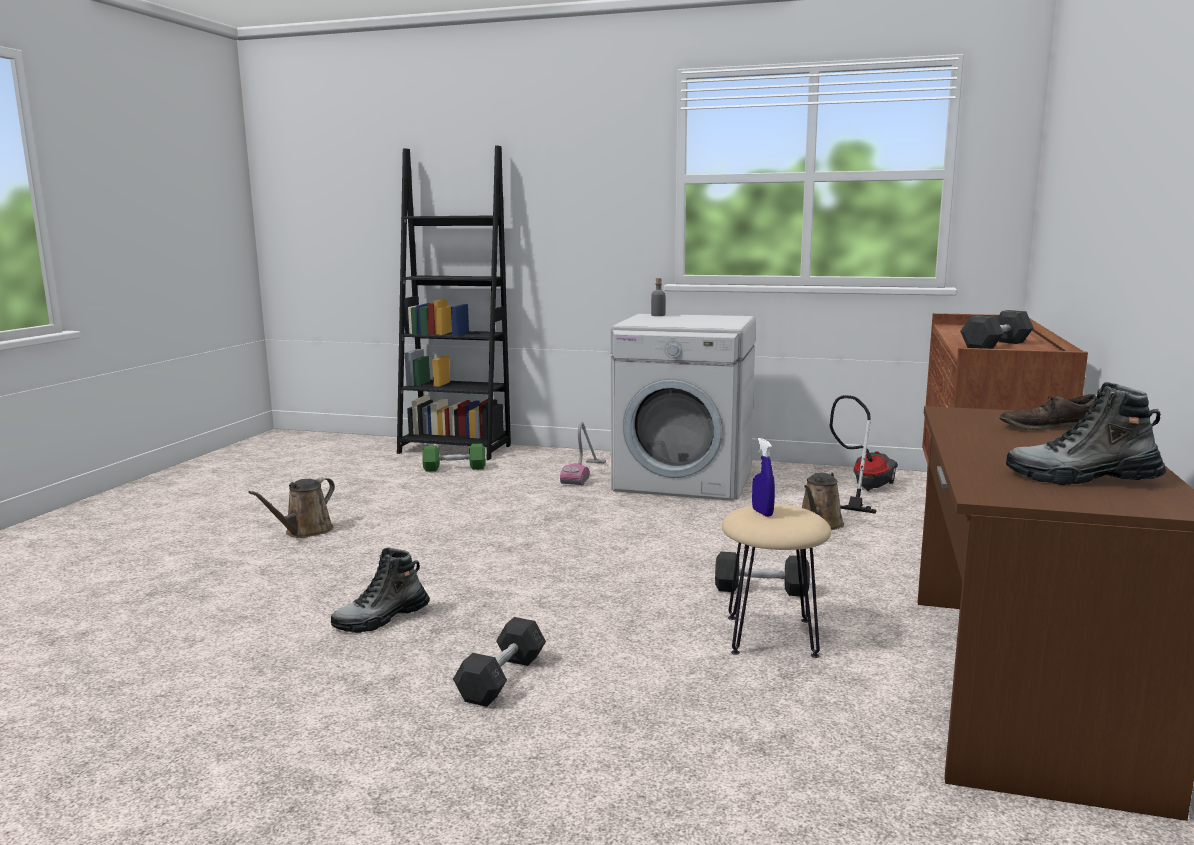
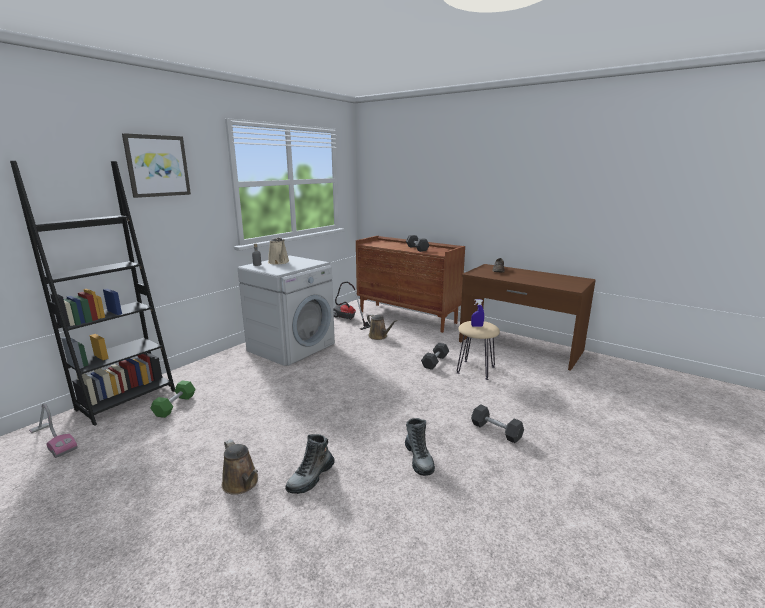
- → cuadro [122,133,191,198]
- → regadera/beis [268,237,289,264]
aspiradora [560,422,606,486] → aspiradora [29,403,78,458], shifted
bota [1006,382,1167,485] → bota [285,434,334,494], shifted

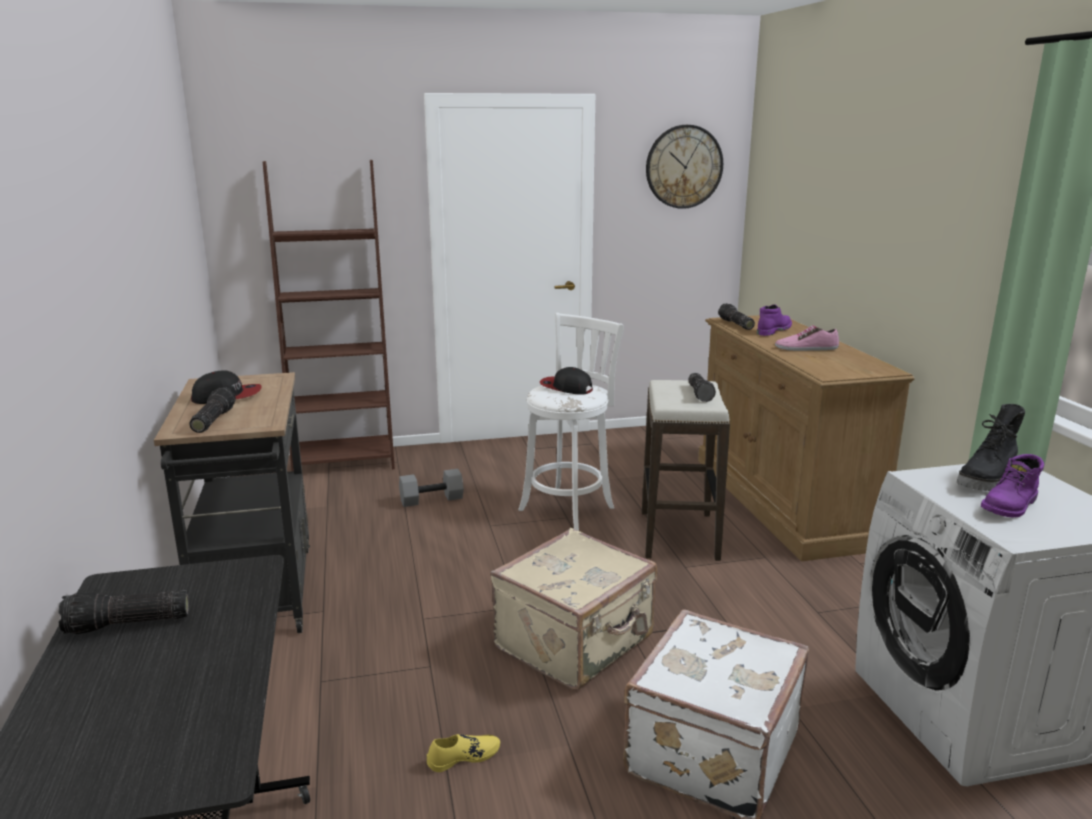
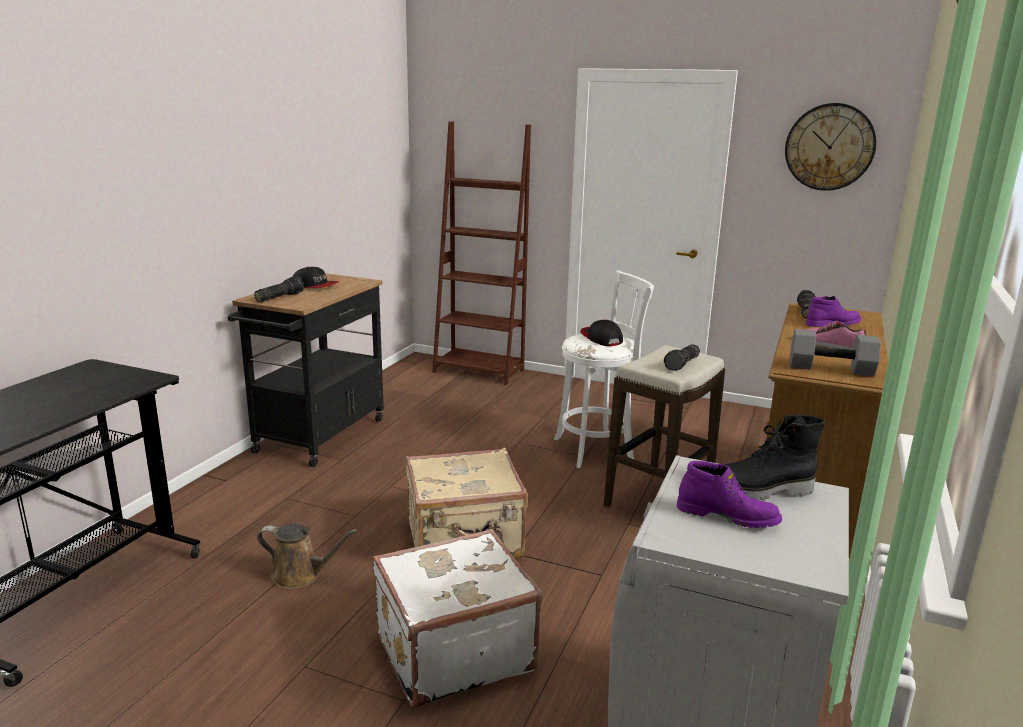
linterna [58,590,189,634] → -
mancuerna/gris [399,469,464,507] → mancuerna/gris [790,329,881,376], shifted
zapato/amarillo [427,734,500,772] → regadera/marrón [257,524,358,589]
bota/morado [981,454,1044,518] → bota/morado [677,461,782,528], 150 degrees counterclockwise

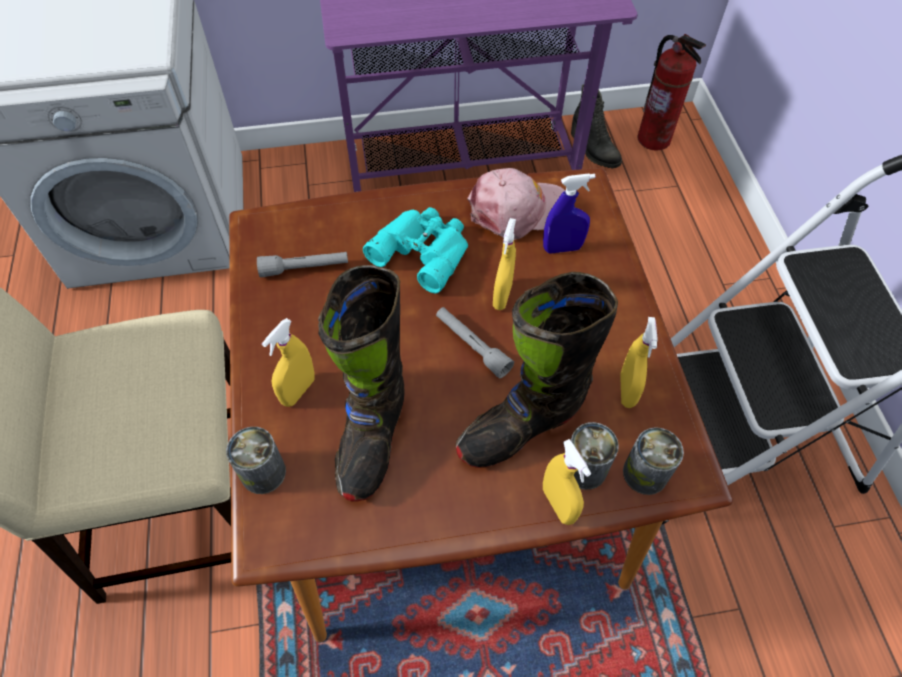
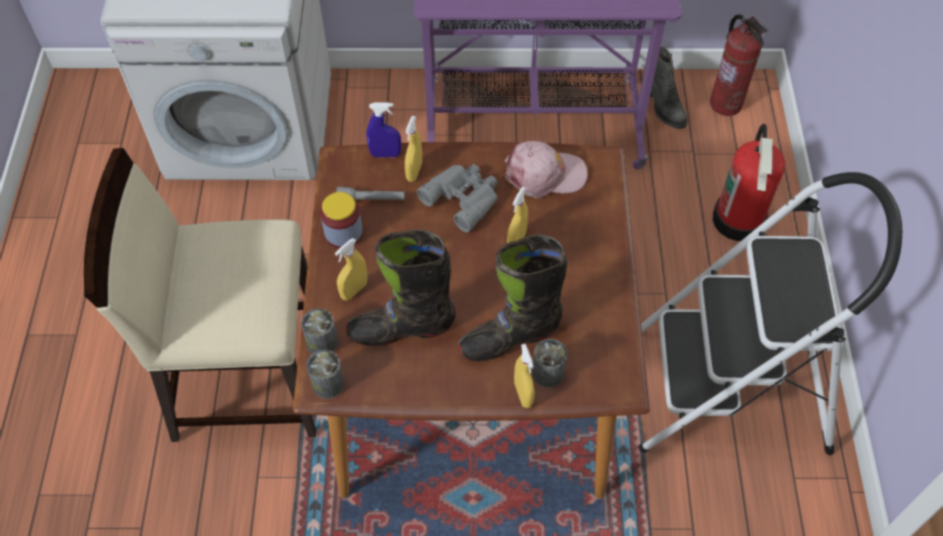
linterna/gris [436,307,514,378] → -
- → tarro [320,192,363,249]
- → extintor [712,124,785,241]
pulverizador/azul [543,173,595,254] → pulverizador/azul [366,103,401,157], shifted
pulverizador/amarillo [620,317,658,408] → pulverizador/amarillo [405,116,422,182], shifted
lata [623,427,684,495] → lata [307,350,344,399], shifted
prismáticos/turquesa [363,207,468,293] → prismáticos/gris [417,164,498,232]
bota/negro [318,265,405,501] → bota/negro [346,229,456,346], 60 degrees clockwise

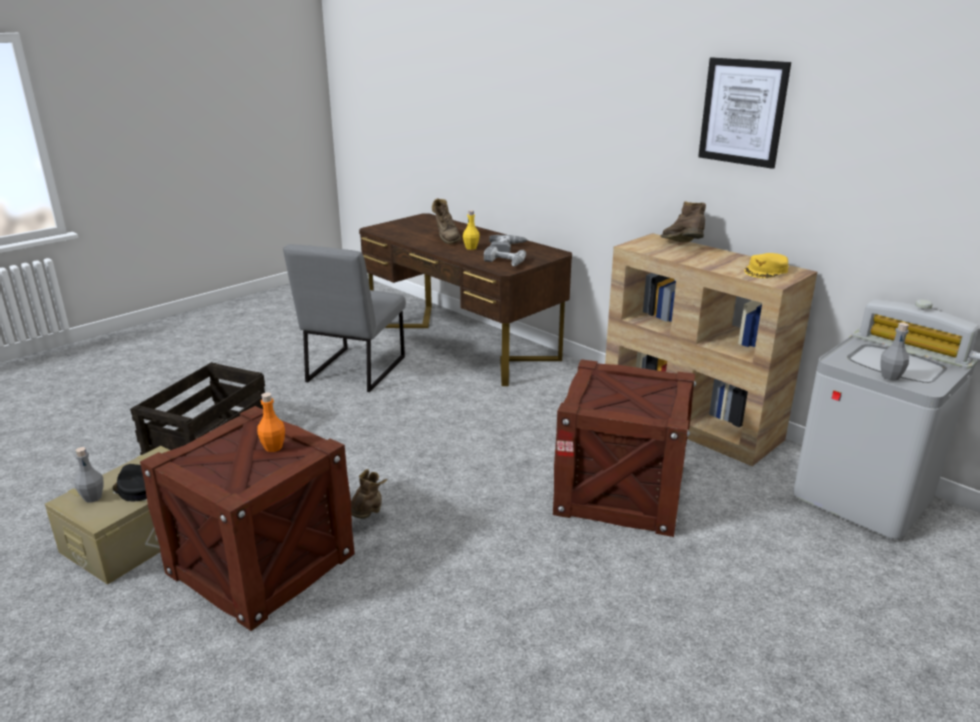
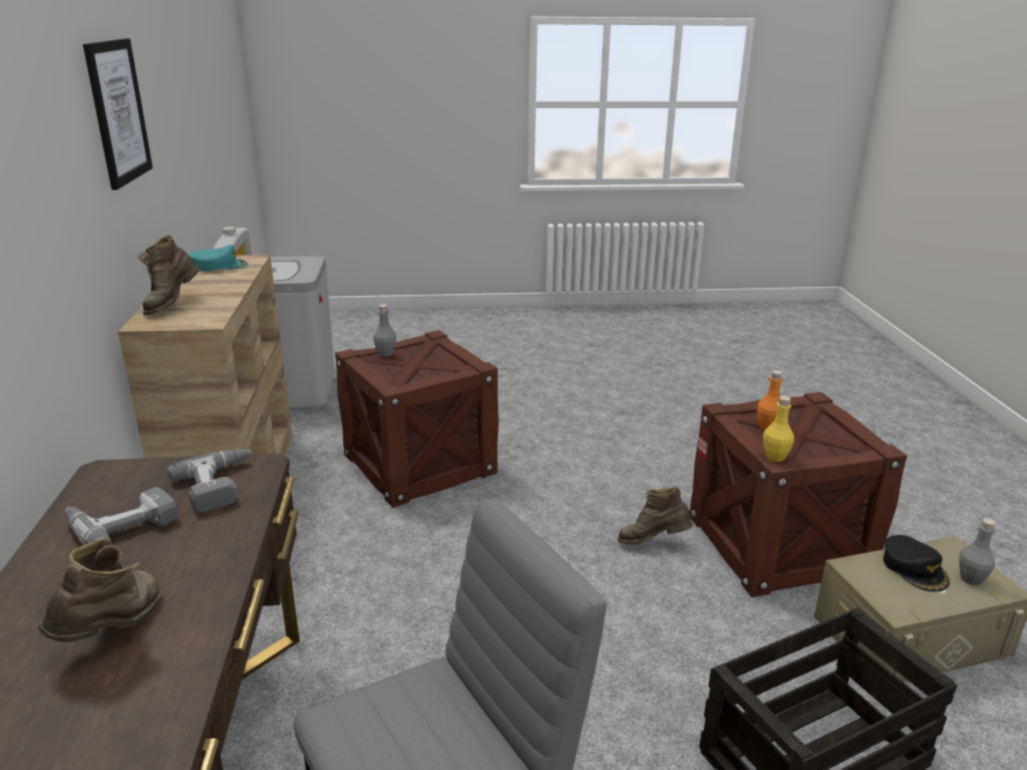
botella/amarillo [463,210,480,250] → botella/amarillo [763,396,794,462], shifted
botella/gris [880,322,909,381] → botella/gris [374,304,397,357], shifted
gorra/amarillo [744,253,789,278] → gorra/turquesa [189,245,249,271]
bota/marrón [351,469,387,519] → bota/marrón [617,487,693,545], 45 degrees clockwise

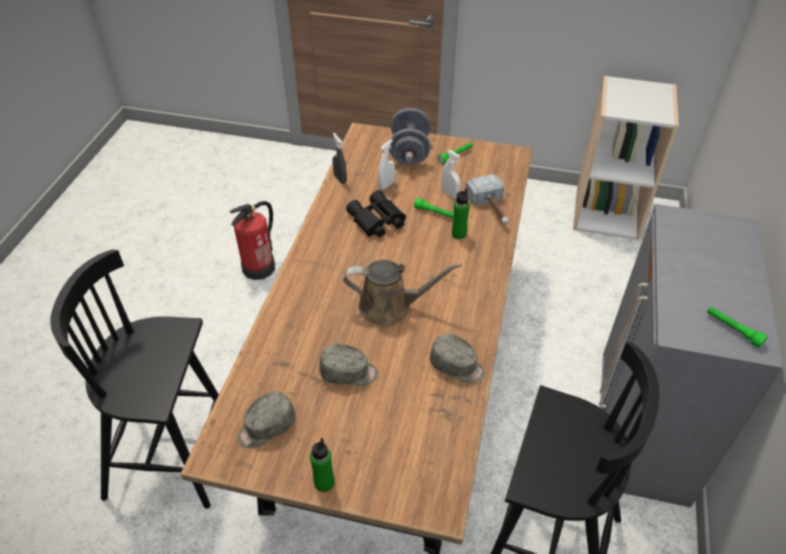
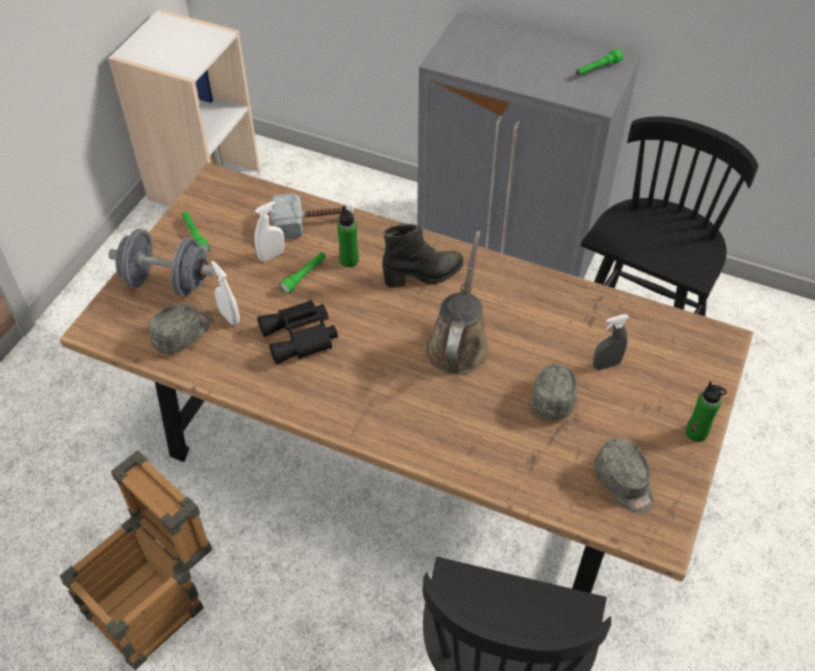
- → bota/negro [382,224,463,288]
pulverizador/gris [333,133,347,184] → pulverizador/gris [593,314,629,370], shifted
gorra/gris [430,334,485,383] → gorra/gris [149,304,211,354], shifted
extintor [229,201,275,280] → caja de embalaje [59,450,212,670]

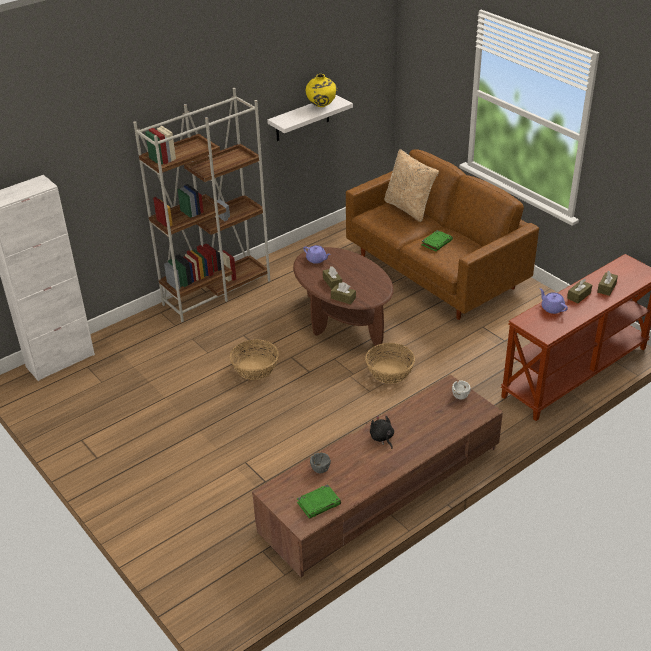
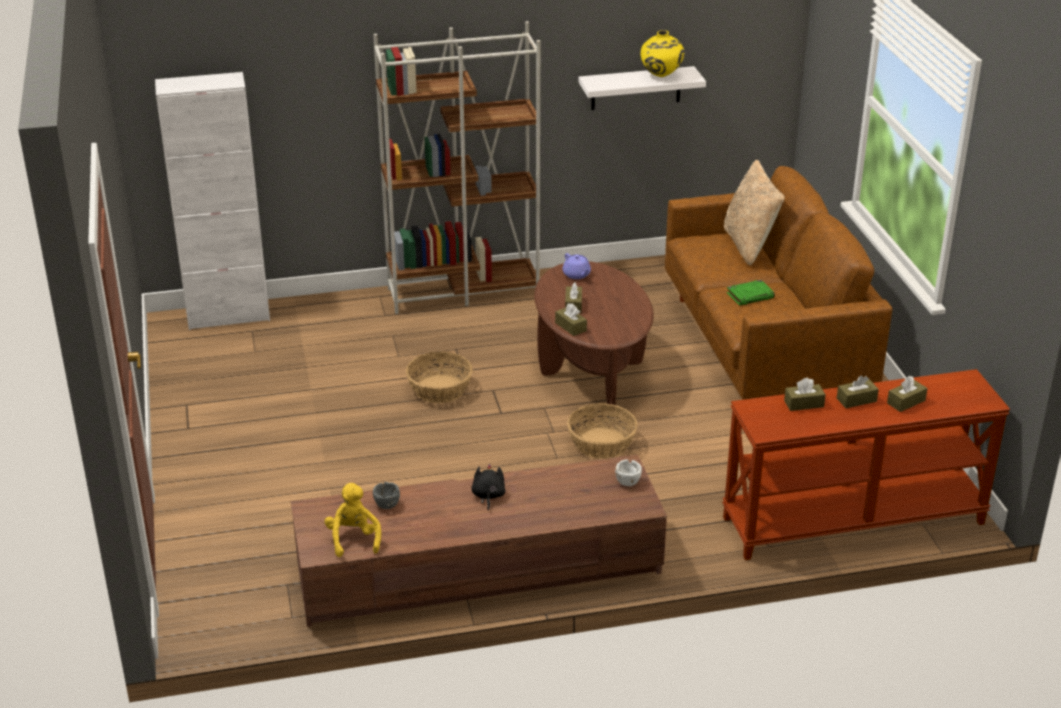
libro/verde [297,484,341,519] → peluche/amarillo [324,483,381,557]
tetera/morado [540,288,568,314] → caja de pañuelos/marrón [784,378,826,411]

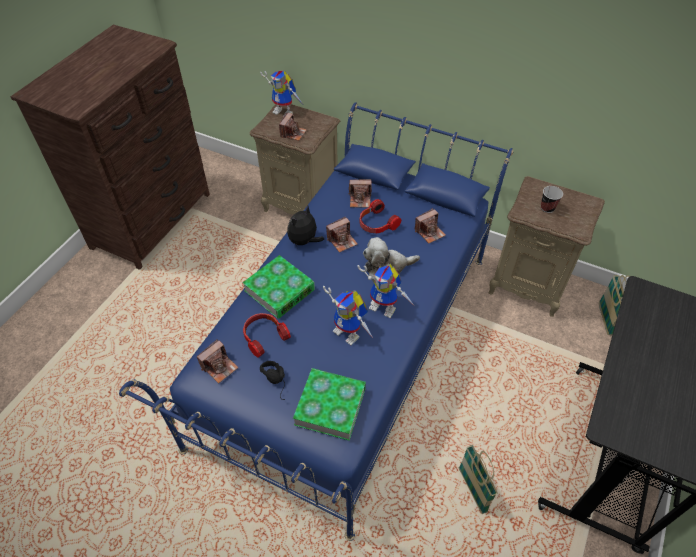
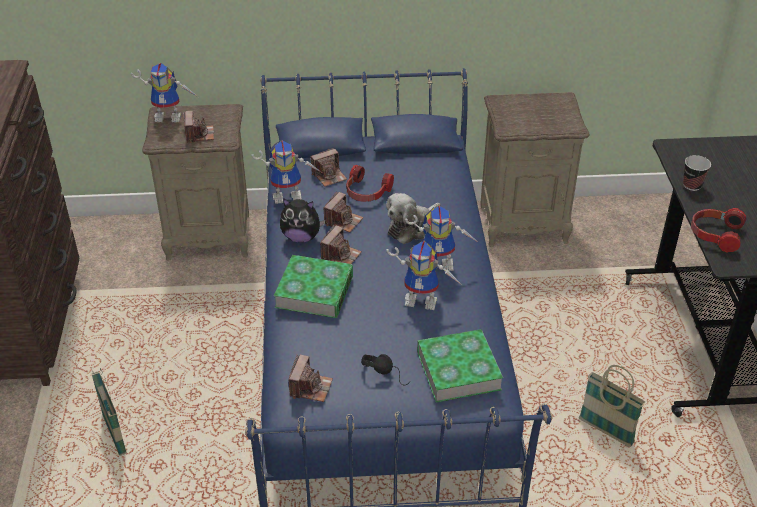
- → robot de juguete [252,141,321,204]
auriculares [243,313,291,358] → auriculares [691,208,746,253], shifted
cámara [415,208,446,243] → cámara [320,225,362,264], shifted
taza [541,186,563,213] → taza [683,155,711,191], shifted
cesta [599,275,630,335] → cesta [92,368,127,456], shifted
peluche [287,206,324,249] → peluche [280,198,325,242], 90 degrees counterclockwise

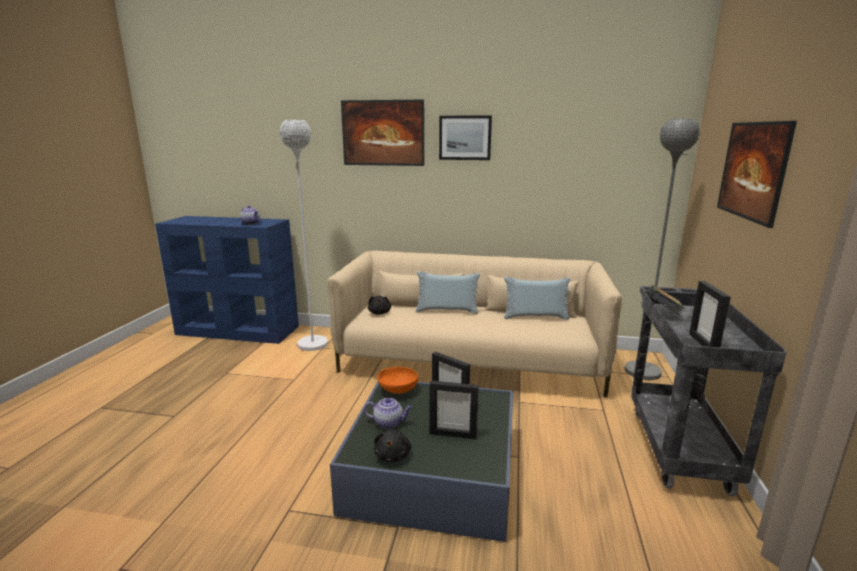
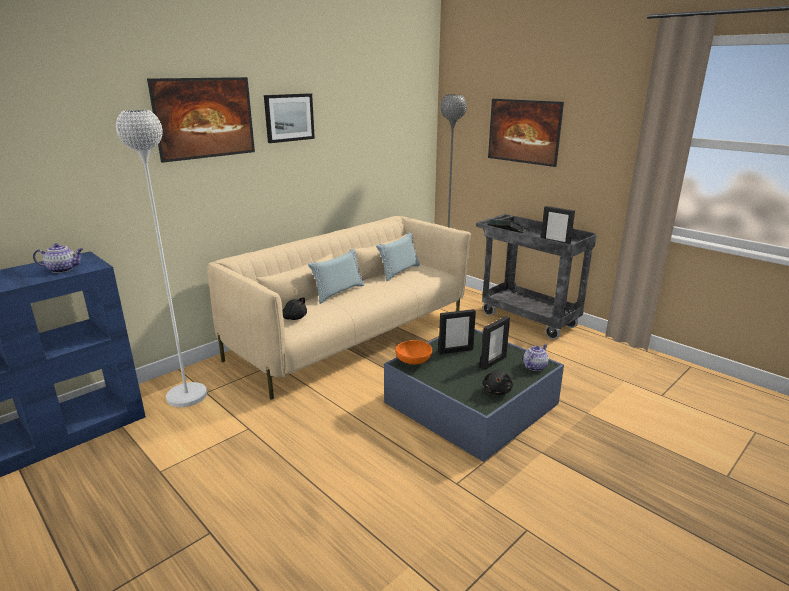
tetera [364,398,412,429] → tetera [523,344,549,371], shifted
peluche/negro [374,429,412,462] → peluche/negro [483,370,513,395], 60 degrees clockwise

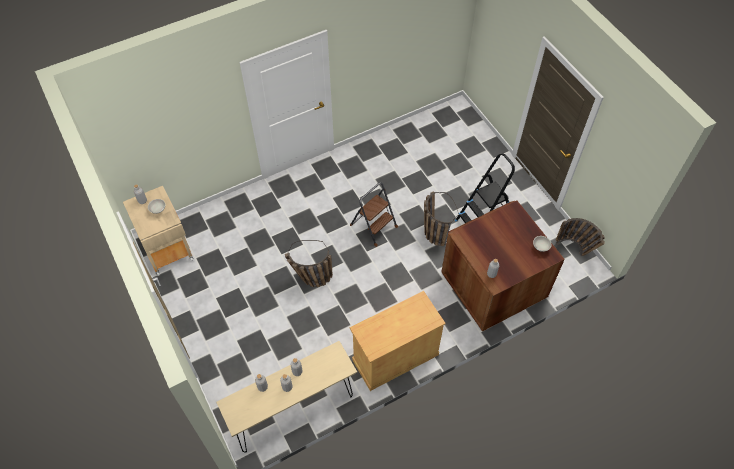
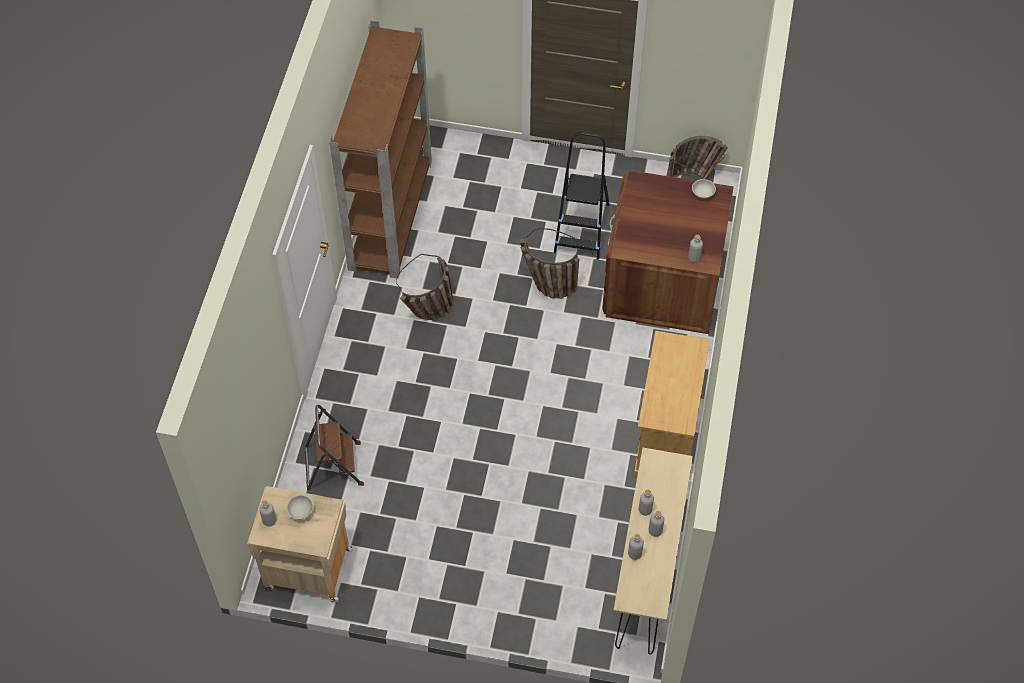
- → estantería/marrón [329,20,432,278]
cesta [285,240,333,287] → cesta [396,254,453,320], shifted
escalera de tijera/marrón [350,182,398,247] → escalera de tijera/marrón [305,405,364,490], shifted

